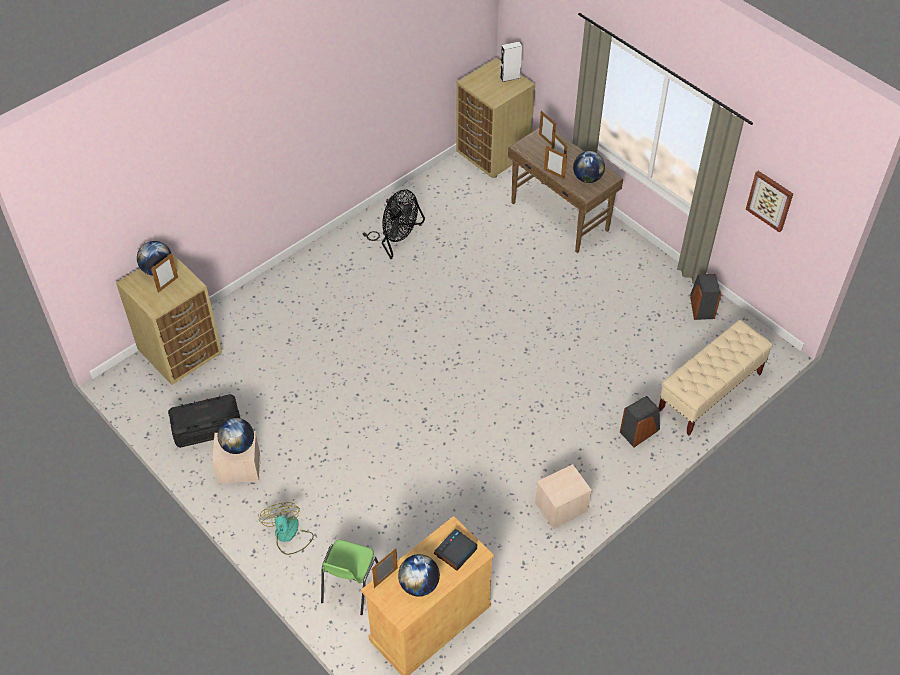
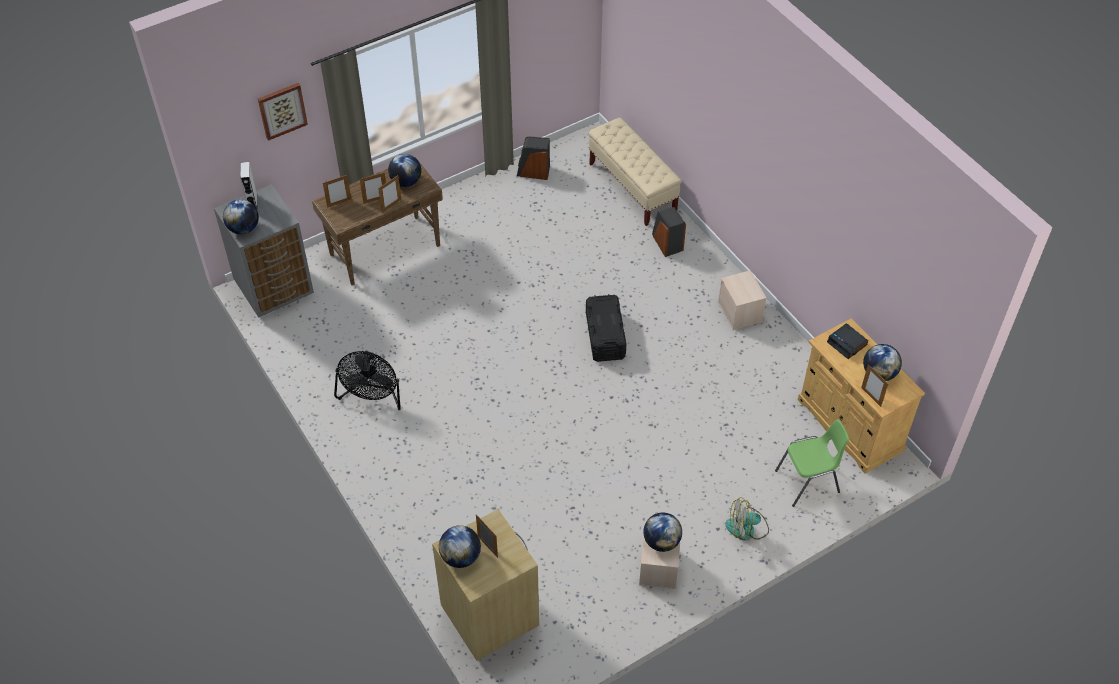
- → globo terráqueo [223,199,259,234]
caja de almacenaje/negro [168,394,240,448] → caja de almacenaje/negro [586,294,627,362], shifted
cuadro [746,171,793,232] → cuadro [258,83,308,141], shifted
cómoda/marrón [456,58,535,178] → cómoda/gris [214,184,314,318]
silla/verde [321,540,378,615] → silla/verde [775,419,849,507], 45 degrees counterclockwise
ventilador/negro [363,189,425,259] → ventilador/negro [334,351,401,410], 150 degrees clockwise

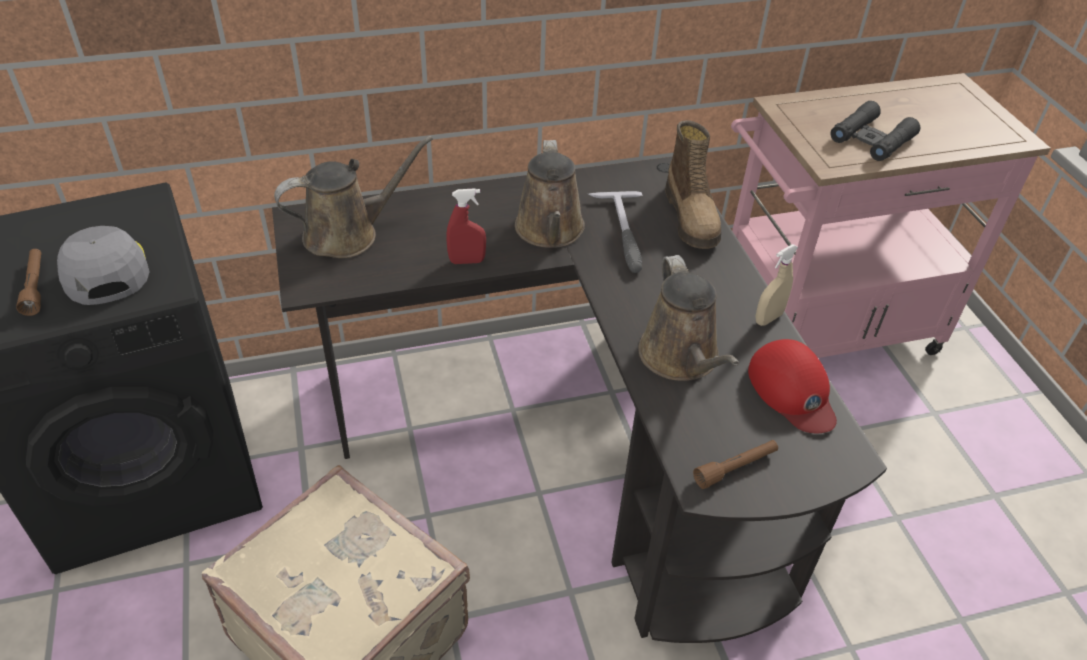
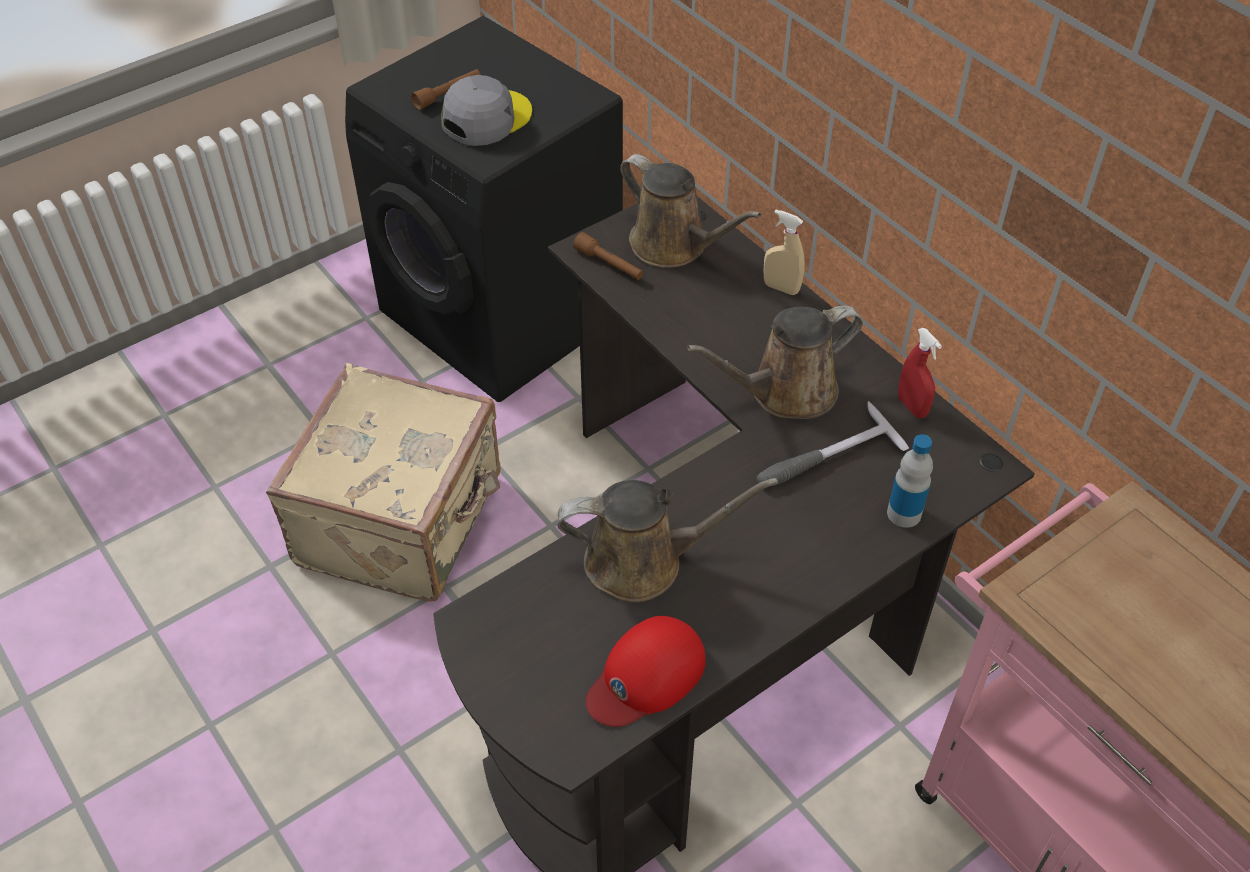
prismáticos/negro [830,101,920,161] → -
pulverizador/rojo [446,188,486,264] → pulverizador/rojo [898,328,942,419], shifted
linterna/marrón [693,440,778,489] → linterna/marrón [573,232,644,280], shifted
pulverizador/beis [755,244,798,326] → pulverizador/beis [764,209,805,295], shifted
bota [665,120,721,249] → botella [887,434,933,528]
regadera/marrón [638,255,739,381] → regadera/marrón [557,478,778,602], 150 degrees counterclockwise

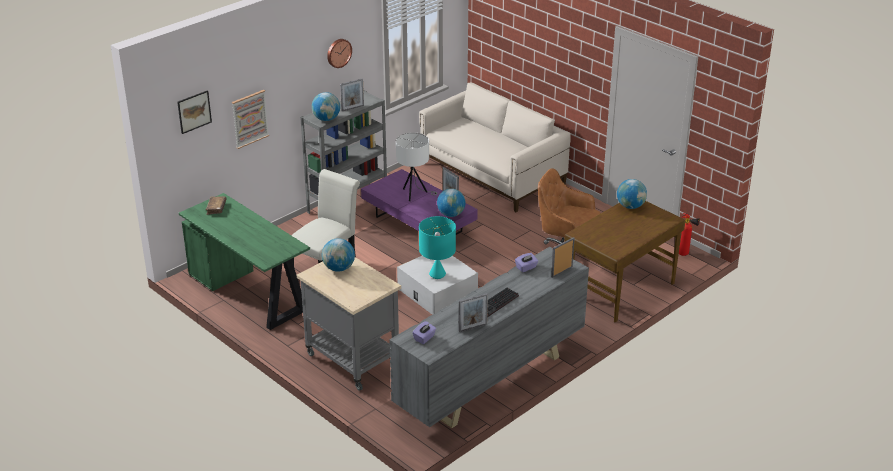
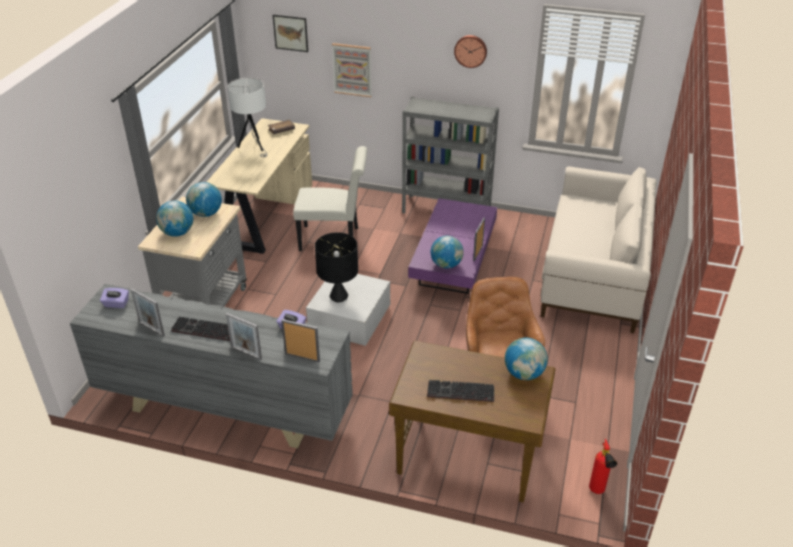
- → teclado [427,380,494,402]
globo terráqueo [312,92,340,121] → globo terráqueo [156,201,193,237], shifted
portarretratos [340,78,364,111] → portarretratos [226,313,262,360], shifted
lámpara de mesa/blanco [396,132,437,201] → lámpara de mesa/blanco [227,78,267,157], shifted
escritorio/verde [179,193,310,330] → escritorio/beis [207,118,312,254]
lámpara de mesa/turquesa [419,216,456,279] → lámpara de mesa/negro [315,232,358,302]

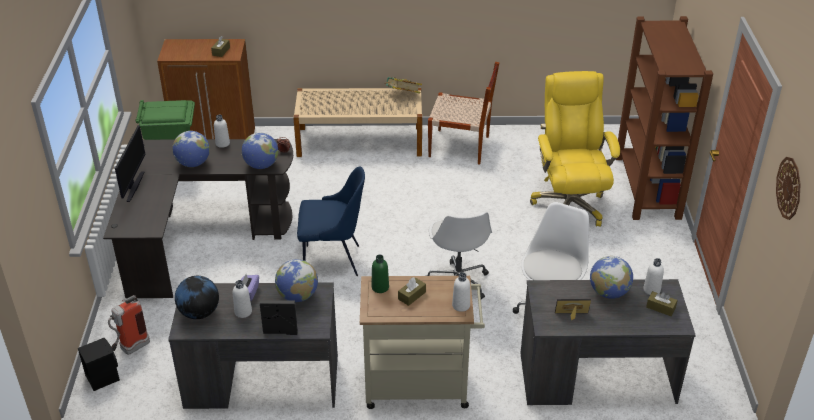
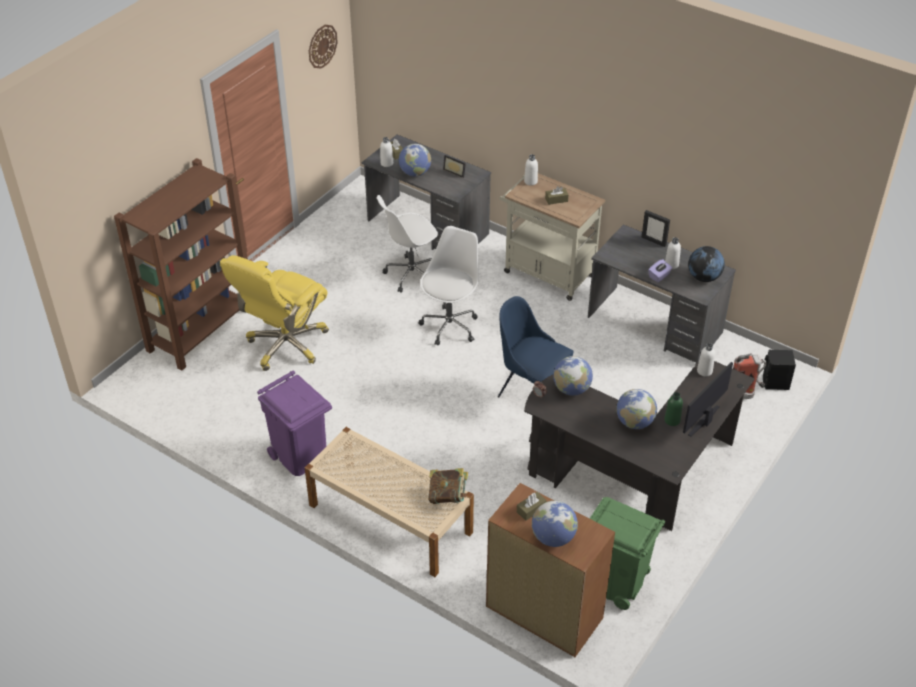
botella/blanco [214,115,230,148] → botella/blanco [697,343,715,377], shifted
globo terráqueo [275,259,318,302] → globo terráqueo [532,501,578,547], shifted
botella/verde [372,255,389,293] → botella/verde [664,392,683,426], shifted
libro [386,77,422,93] → libro [428,468,468,504], shifted
silla [428,62,499,165] → papelera/morado [257,371,332,476]

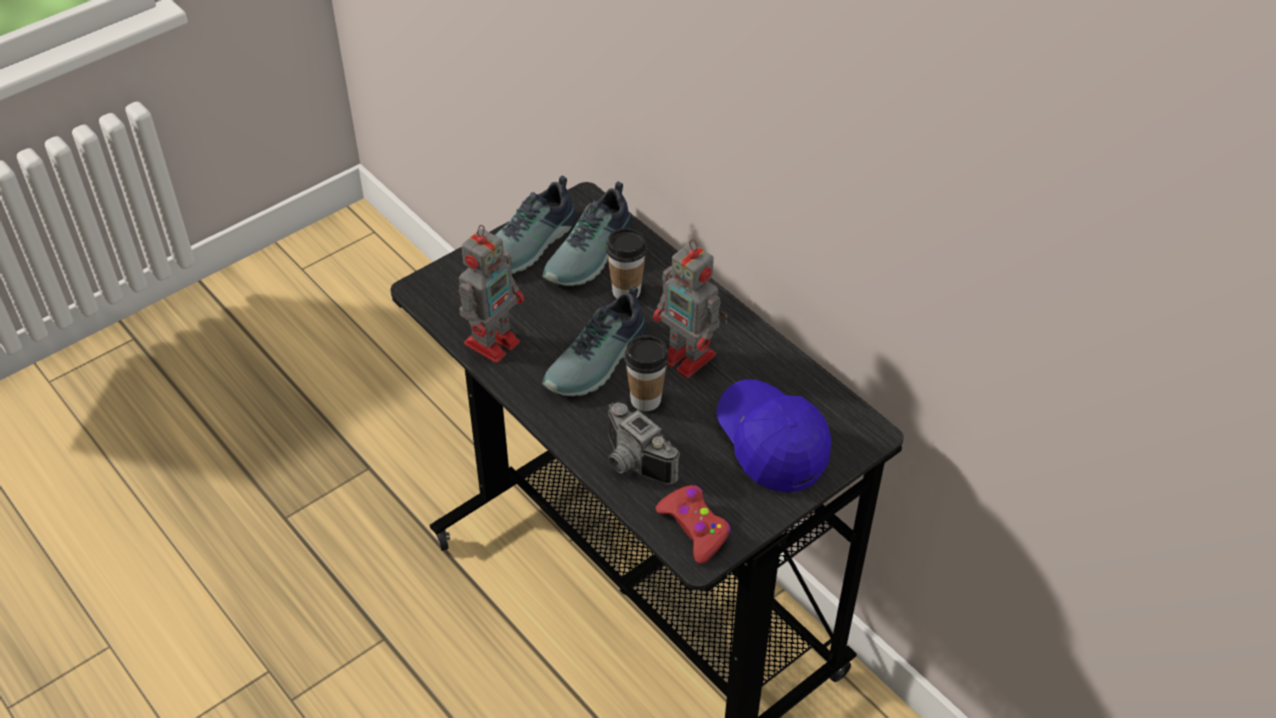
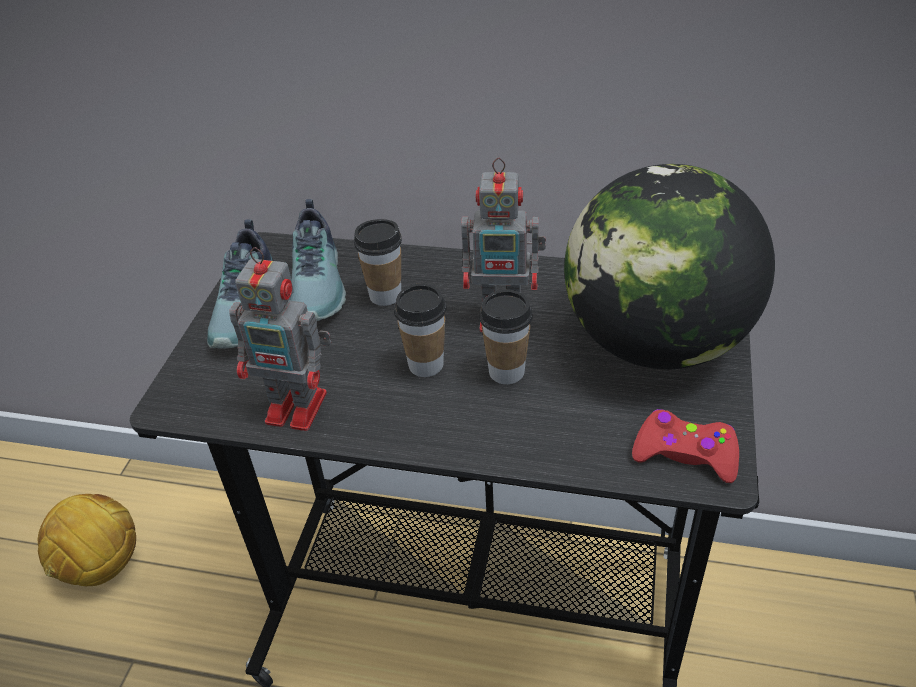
cámara [608,402,680,484] → -
- → balón de fútbol [37,494,136,586]
zapato [542,285,647,396] → taza [394,284,446,377]
gorra/azul [716,379,831,493] → globo terráqueo [564,164,775,369]
robot de juguete [459,225,524,363] → robot de juguete [229,247,331,431], 105 degrees clockwise

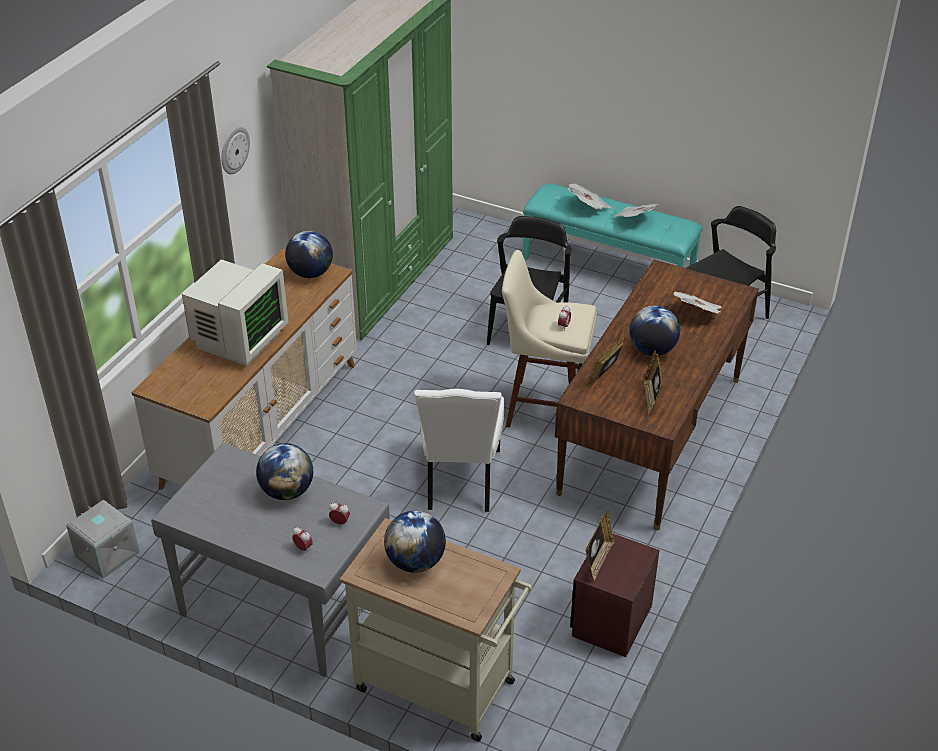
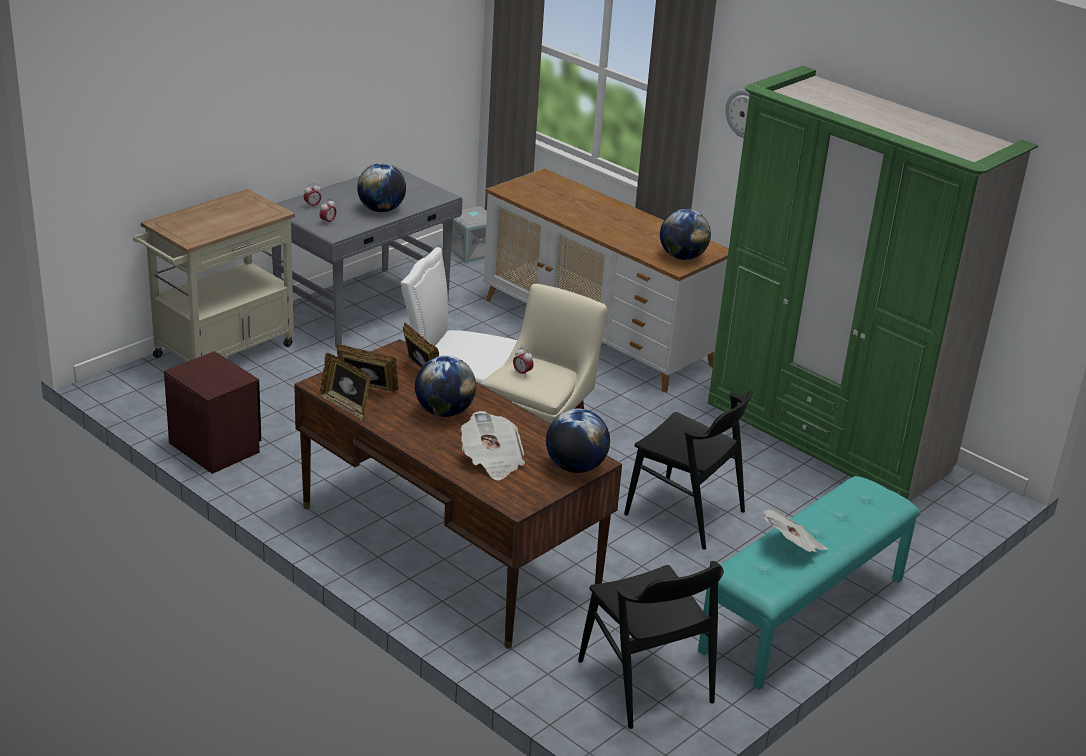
monitor [182,259,289,366] → -
periódico [567,184,612,210] → -
globo terráqueo [384,511,446,573] → globo terráqueo [546,409,610,473], shifted
portarretratos [586,511,615,581] → portarretratos [319,353,371,421], shifted

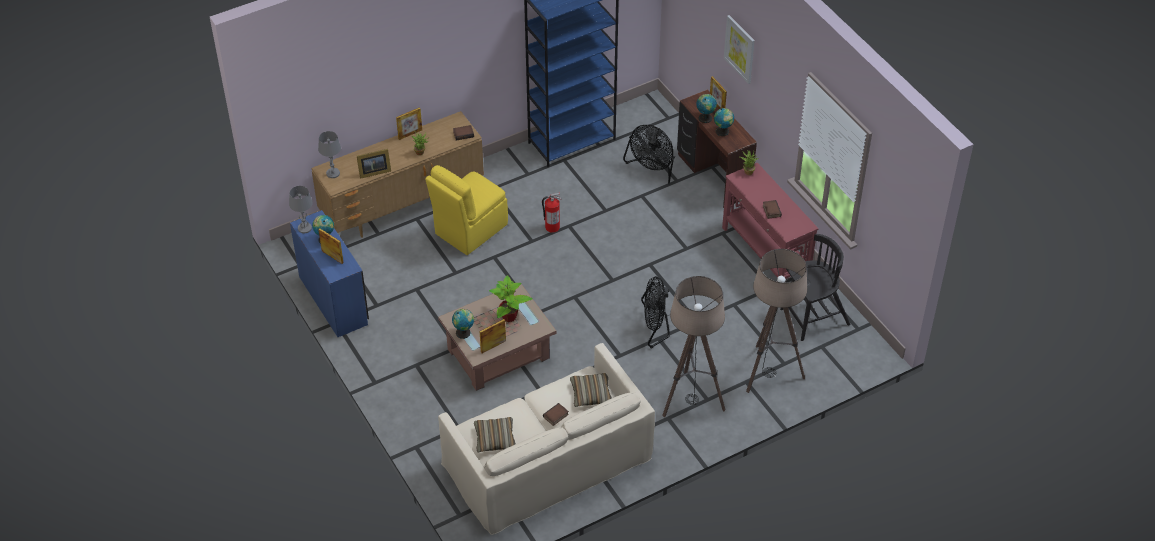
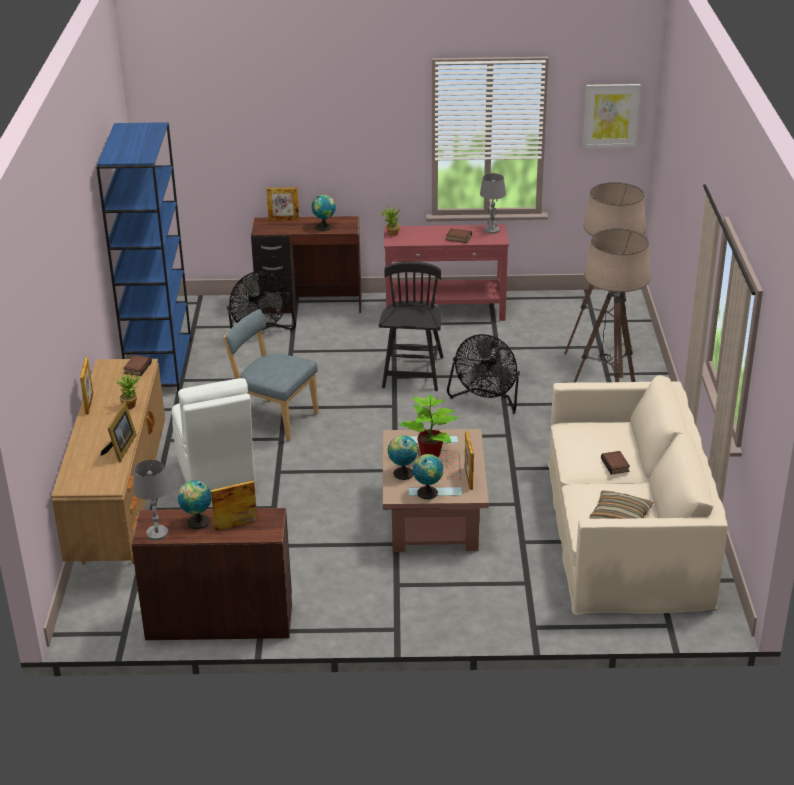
cojín [570,373,612,407] → -
lámpara de mesa/gris [318,131,341,178] → lámpara de mesa/gris [480,173,506,234], shifted
globo terráqueo [697,94,717,123] → globo terráqueo [388,435,418,480], shifted
cuadro [724,15,755,84] → cuadro [583,84,641,148], shifted
silla/negro [780,234,850,341] → silla/negro [379,262,444,391], shifted
extintor [542,193,561,233] → silla/azul [223,309,319,442]
escritorio/azul [290,210,369,337] → escritorio/marrón [131,508,292,640]
silla/amarillo [425,165,508,255] → silla/blanco [172,378,256,491]

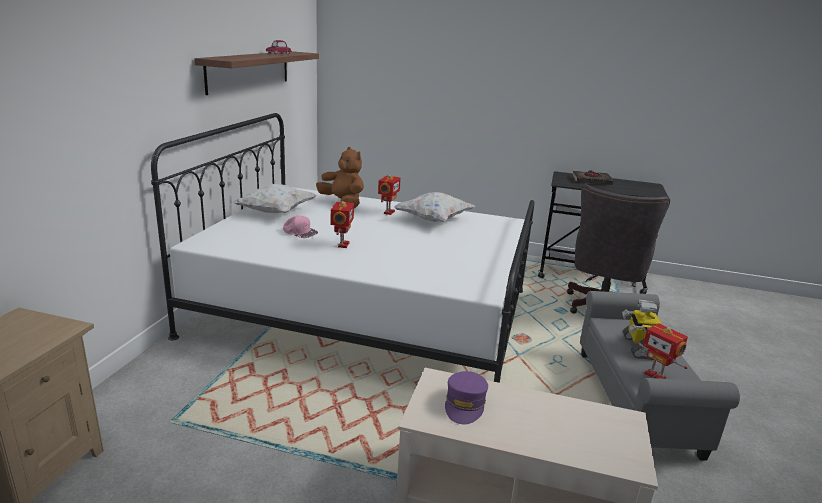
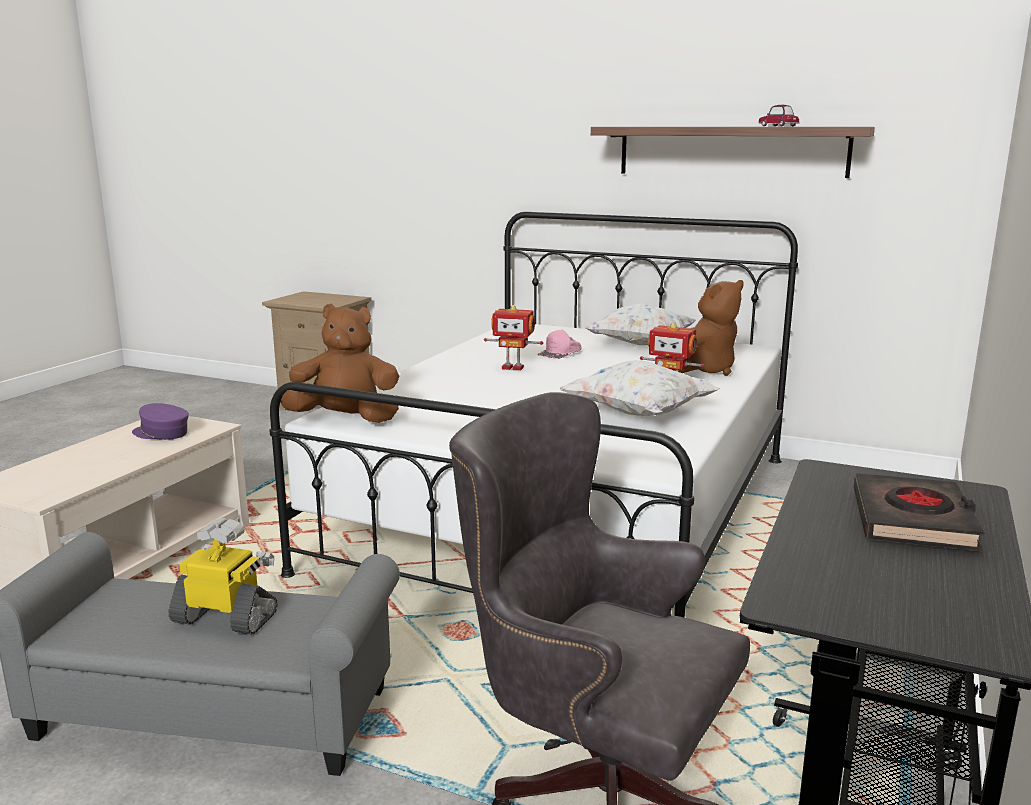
robot de juguete [637,323,688,379] → -
- → peluche/marrón [281,304,399,423]

